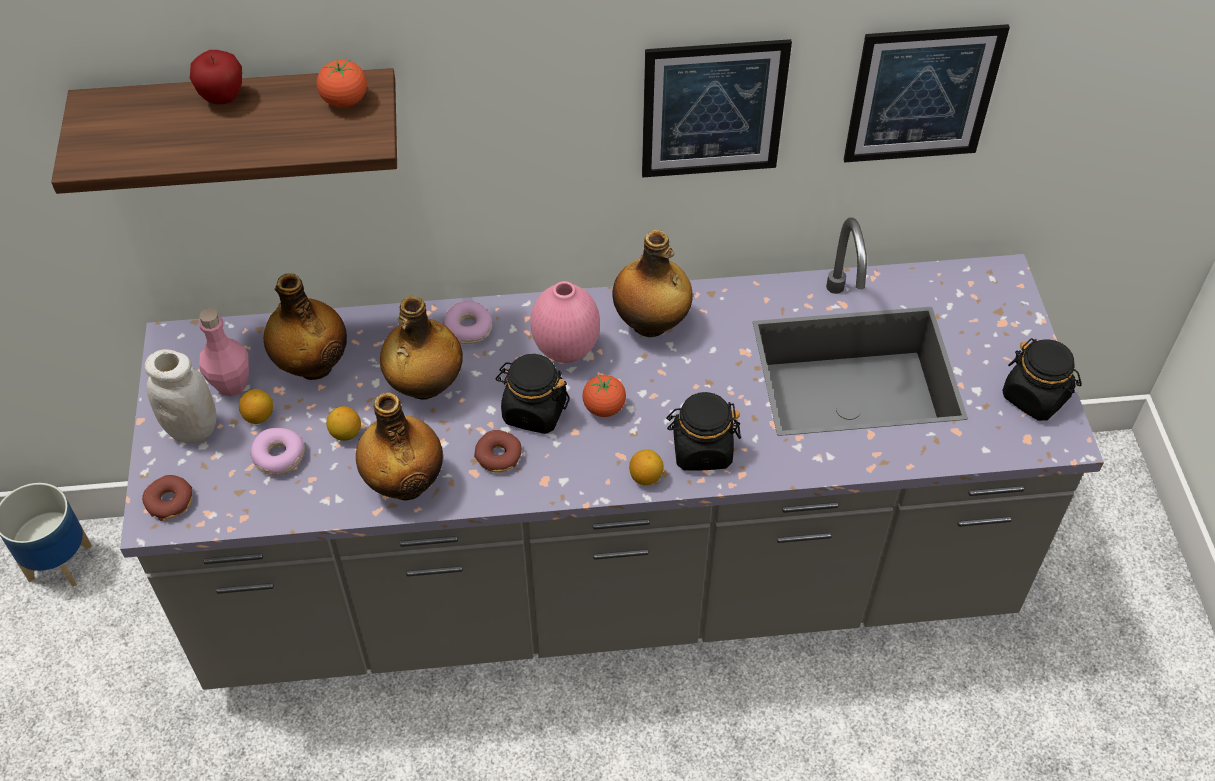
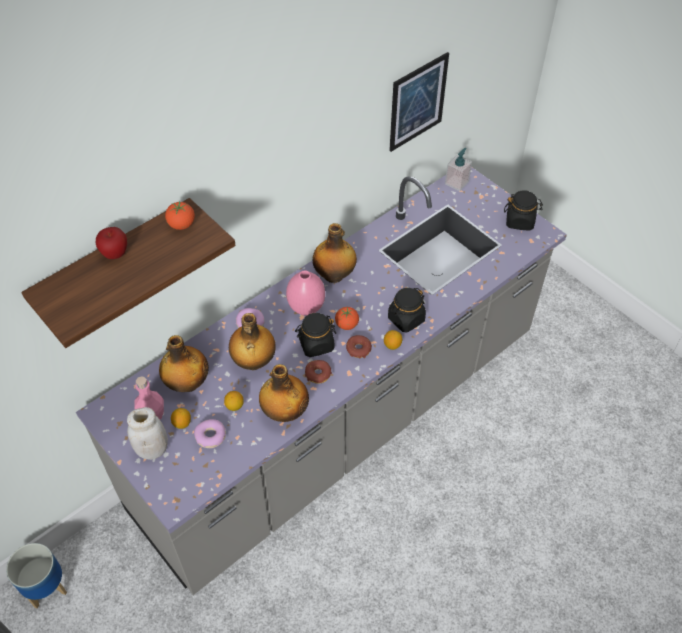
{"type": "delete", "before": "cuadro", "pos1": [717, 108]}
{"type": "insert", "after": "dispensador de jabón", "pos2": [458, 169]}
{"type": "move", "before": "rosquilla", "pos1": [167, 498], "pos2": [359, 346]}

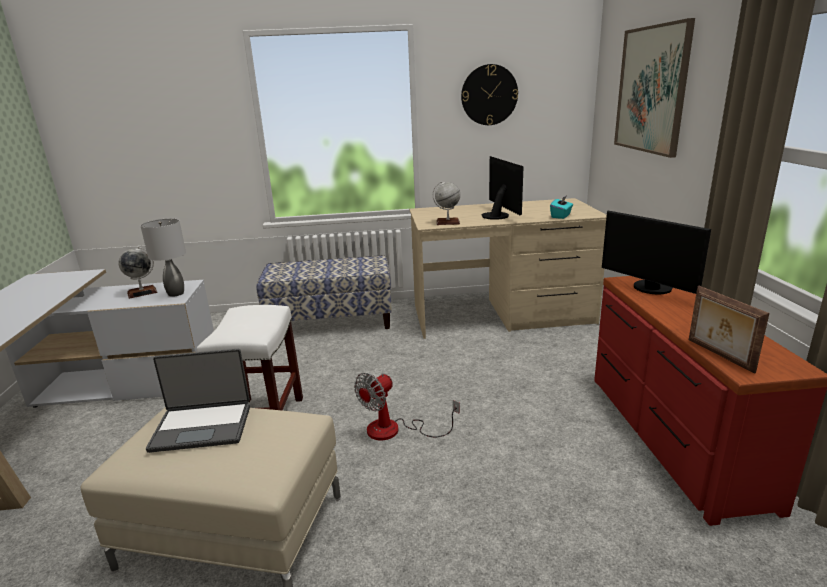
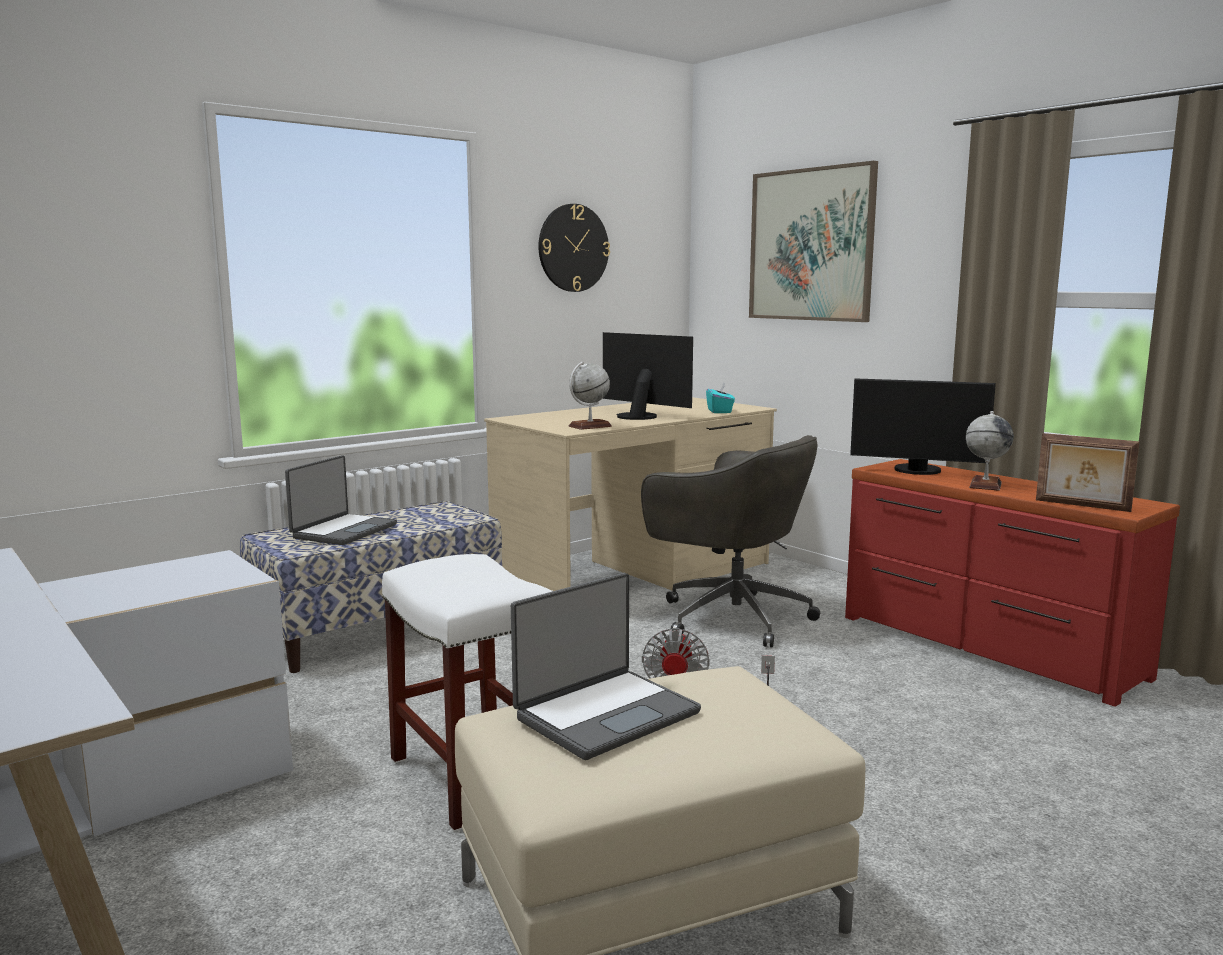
{"type": "delete", "before": "lámpara de mesa (gris)", "pos1": [163, 258]}
{"type": "insert", "after": "portátil", "pos2": [341, 500]}
{"type": "insert", "after": "silla de oficina (gris)", "pos2": [730, 541]}
{"type": "move", "before": "globo terráqueo", "pos1": [138, 273], "pos2": [990, 451]}

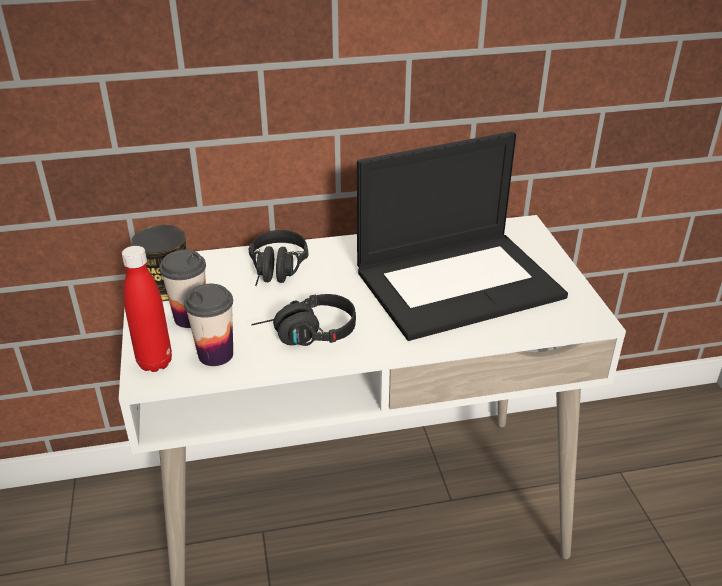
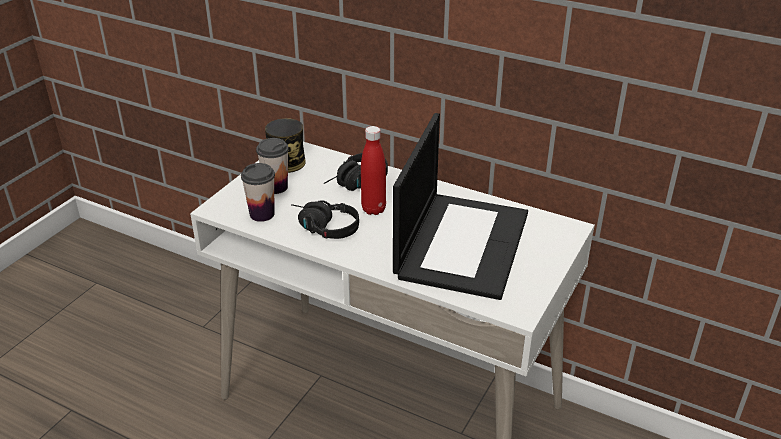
{"type": "move", "before": "botella (rojo)", "pos1": [147, 309], "pos2": [373, 170]}
{"type": "rotate", "before": "portátil", "pos1": [462, 236], "pos2": [460, 206], "turn": -90}

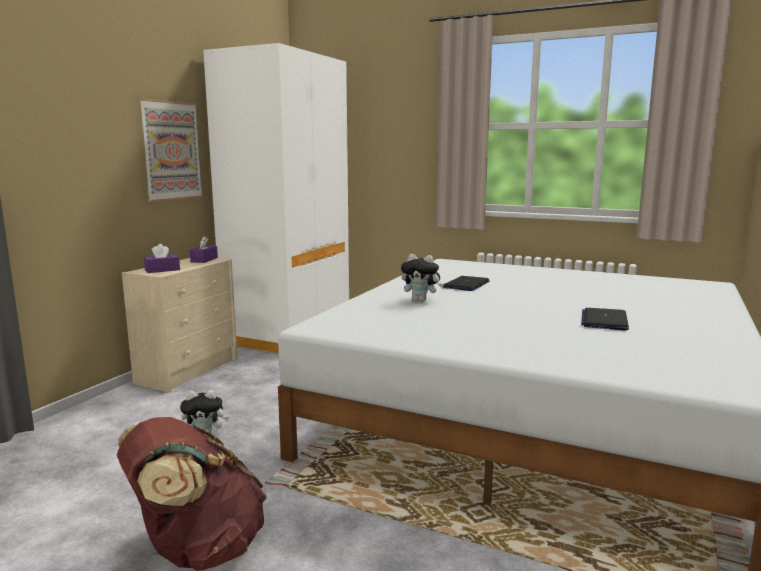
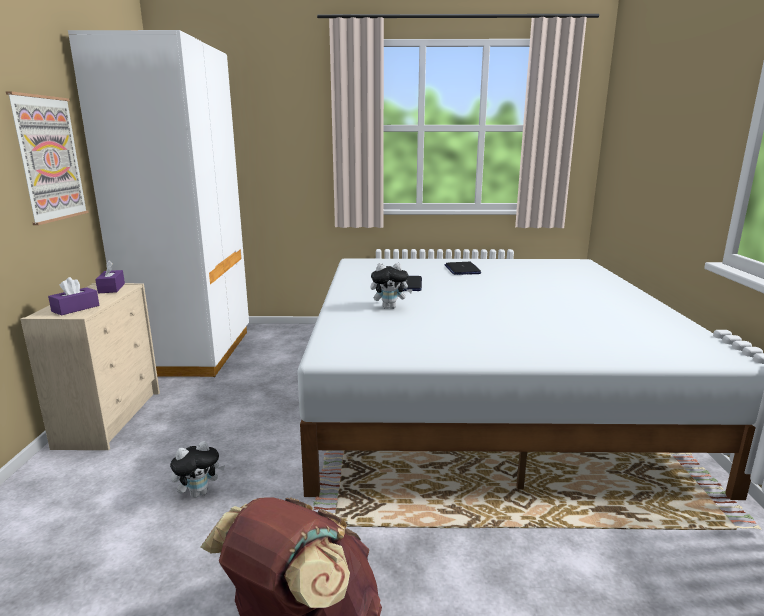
{"type": "move", "before": "portátil", "pos1": [605, 319], "pos2": [462, 268]}

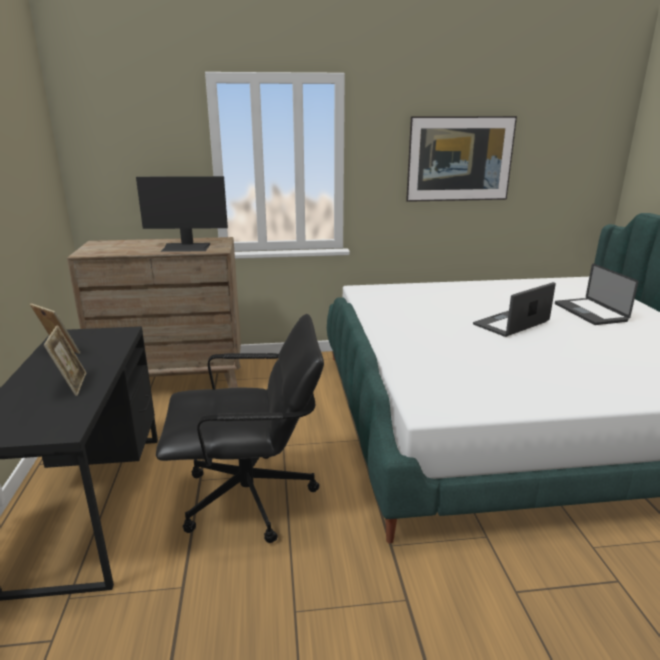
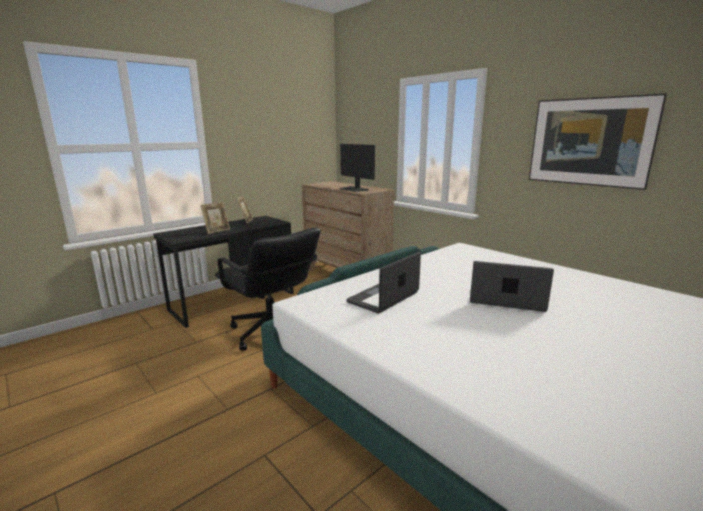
{"type": "move", "before": "portátil", "pos1": [596, 294], "pos2": [384, 282]}

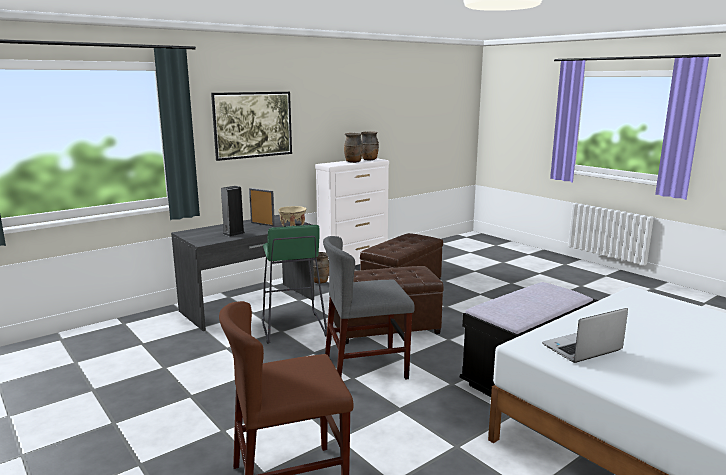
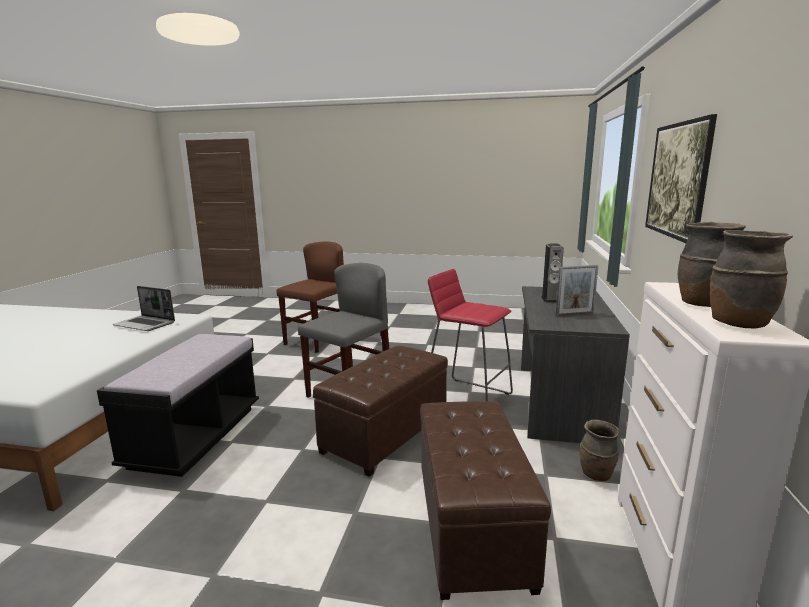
{"type": "delete", "before": "cuenco (beis)", "pos1": [292, 216]}
{"type": "recolor", "before": "taburete (verde)", "after": "taburete (rojo)", "pos1": [294, 284], "pos2": [470, 335]}
{"type": "rotate", "before": "portátil", "pos1": [585, 335], "pos2": [144, 308], "turn": 90}

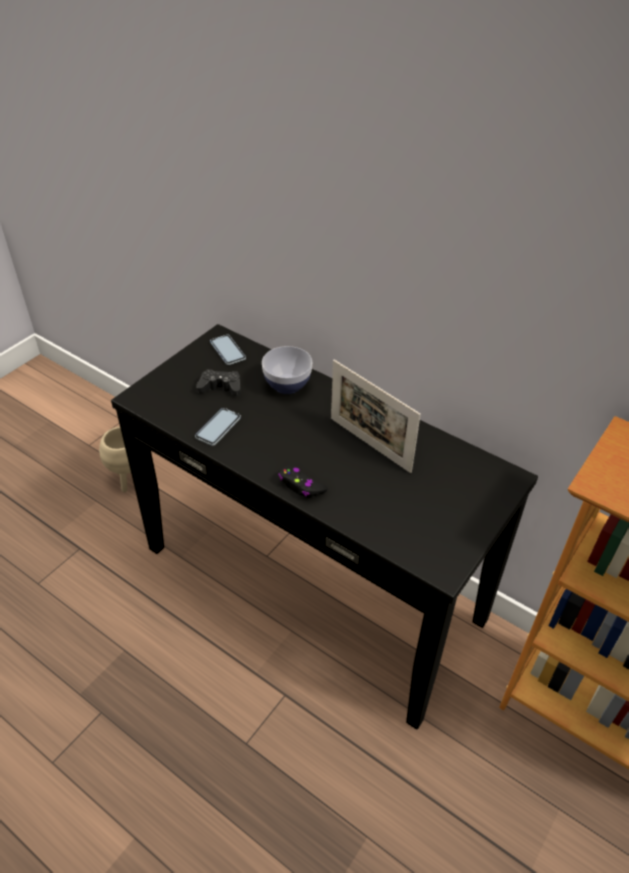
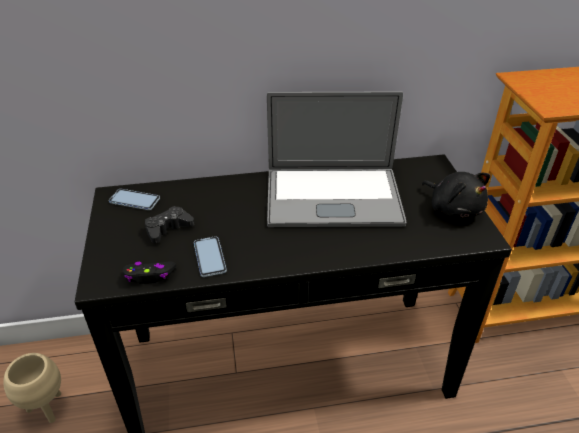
{"type": "delete", "before": "cuenco", "pos1": [287, 370]}
{"type": "insert", "after": "peluche (negro)", "pos2": [456, 195]}
{"type": "move", "before": "mando de consola (negro)", "pos1": [303, 481], "pos2": [149, 272]}
{"type": "replace", "before": "portarretratos", "after": "portátil", "pos1": [376, 416], "pos2": [336, 159]}

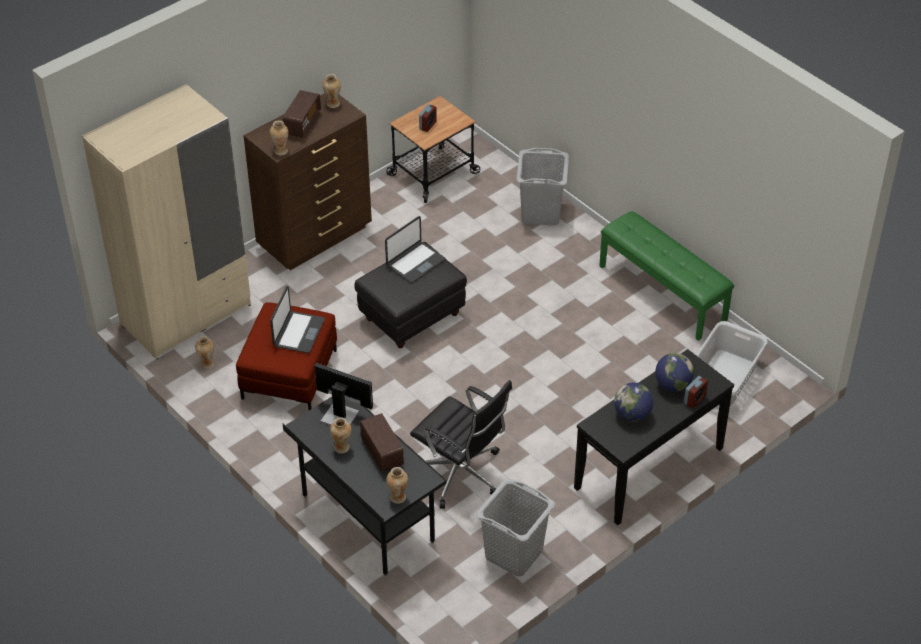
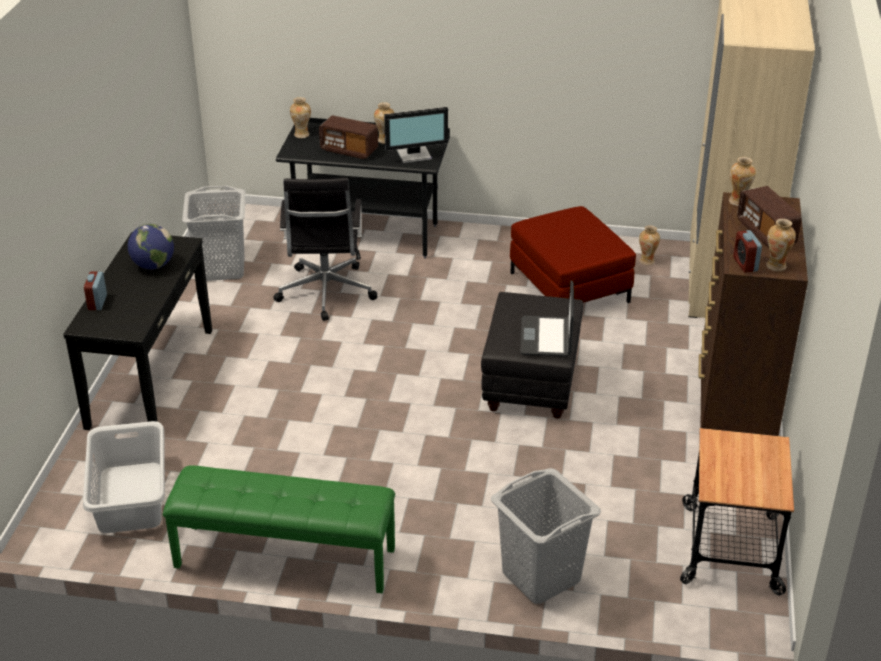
{"type": "delete", "before": "portátil", "pos1": [297, 319]}
{"type": "delete", "before": "globo terráqueo", "pos1": [674, 372]}
{"type": "move", "before": "despertador", "pos1": [428, 118], "pos2": [747, 251]}
{"type": "rotate", "before": "silla de oficina (negro)", "pos1": [461, 444], "pos2": [325, 249], "turn": -90}

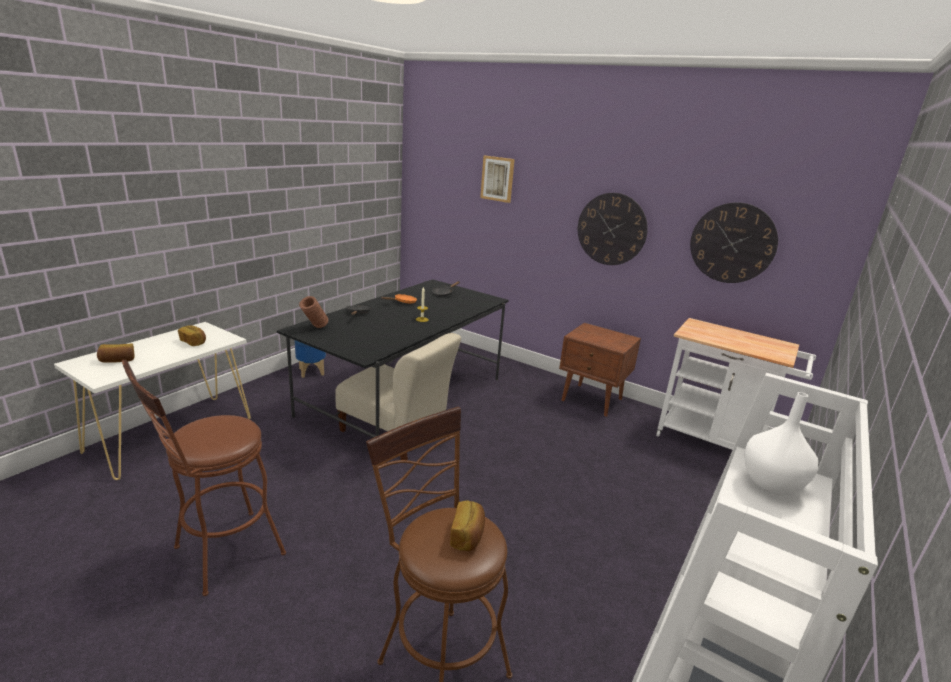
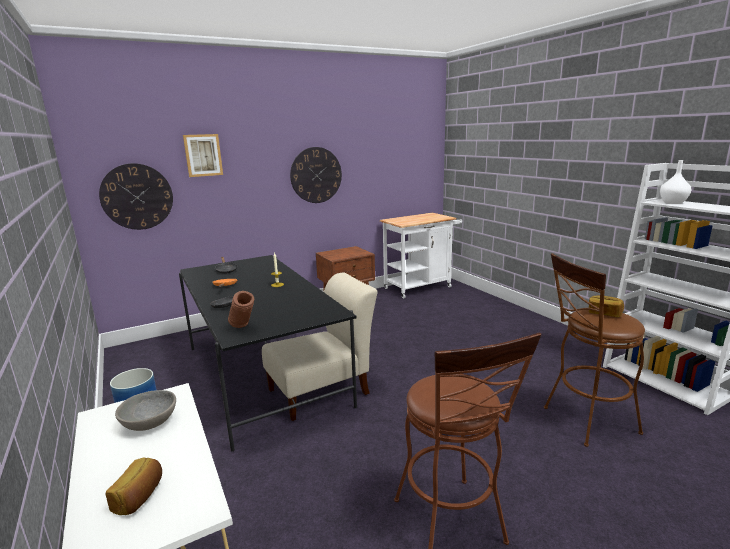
{"type": "move", "before": "reloj de pared", "pos1": [734, 242], "pos2": [136, 196]}
{"type": "replace", "before": "pan", "after": "cuenco (gris)", "pos1": [192, 335], "pos2": [145, 410]}

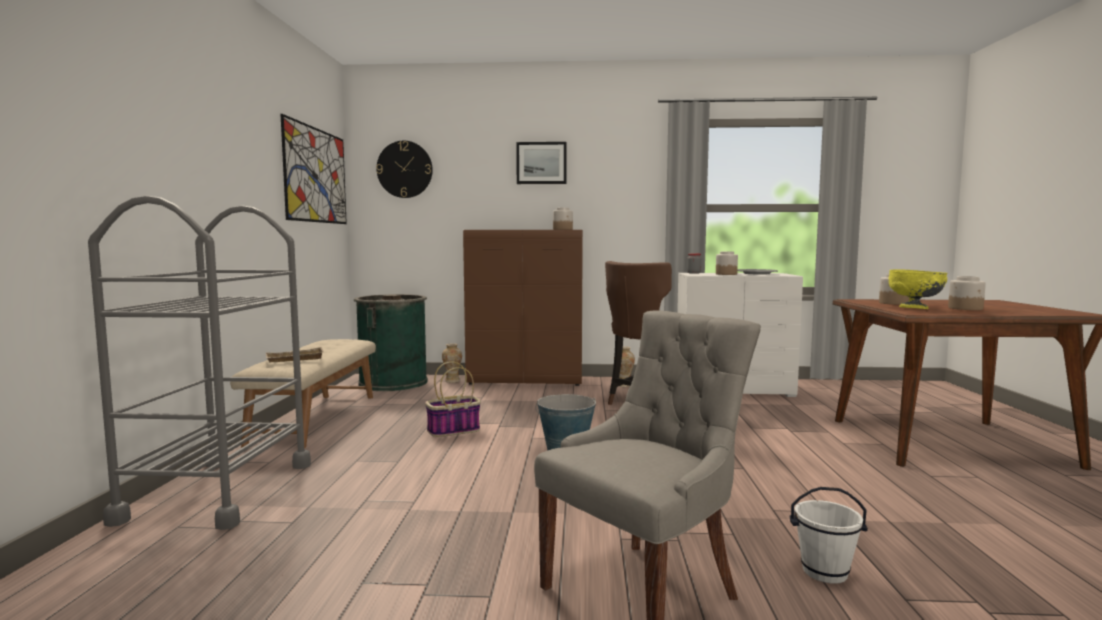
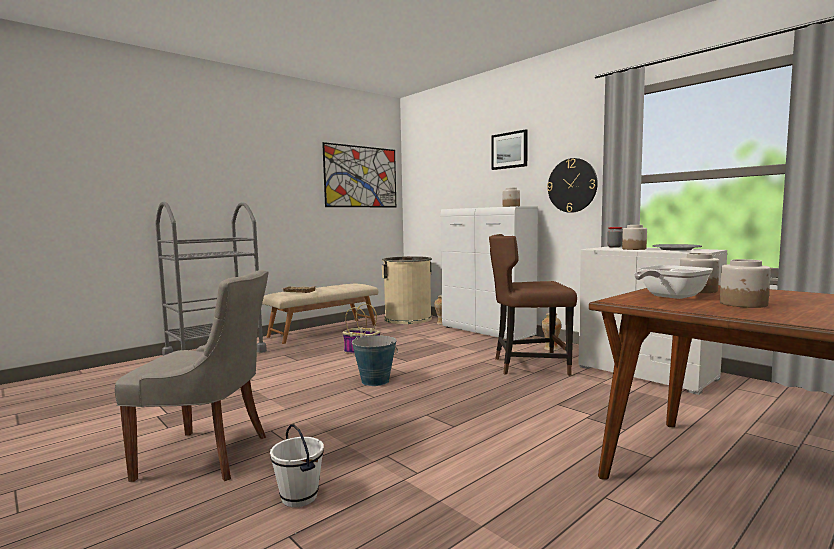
{"type": "move", "before": "reloj de pared", "pos1": [404, 169], "pos2": [572, 185]}
{"type": "replace", "before": "cuenco (amarillo)", "after": "sartén", "pos1": [917, 289], "pos2": [673, 282]}
{"type": "recolor", "before": "papelera (verde)", "after": "papelera (beis)", "pos1": [391, 342], "pos2": [407, 290]}
{"type": "recolor", "before": "armario (marrón)", "after": "armario (blanco)", "pos1": [523, 308], "pos2": [489, 273]}

